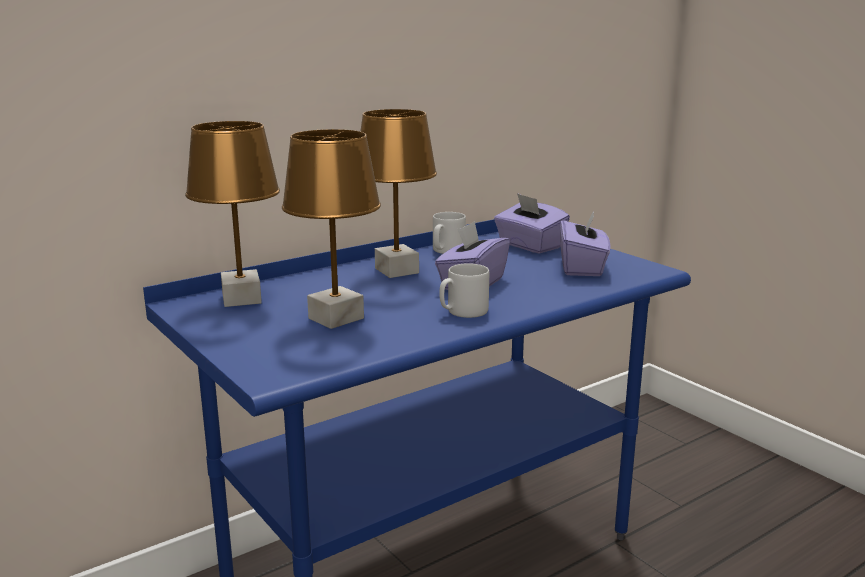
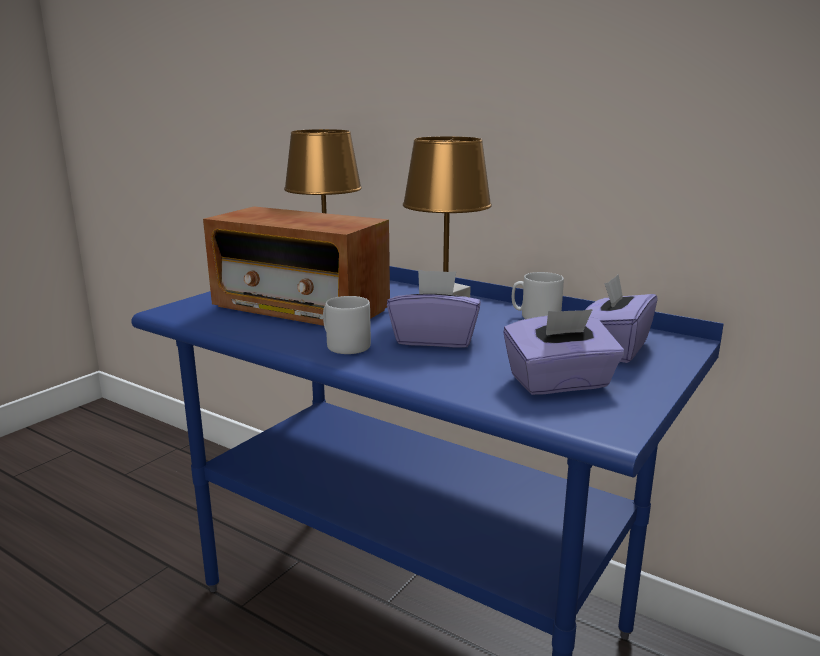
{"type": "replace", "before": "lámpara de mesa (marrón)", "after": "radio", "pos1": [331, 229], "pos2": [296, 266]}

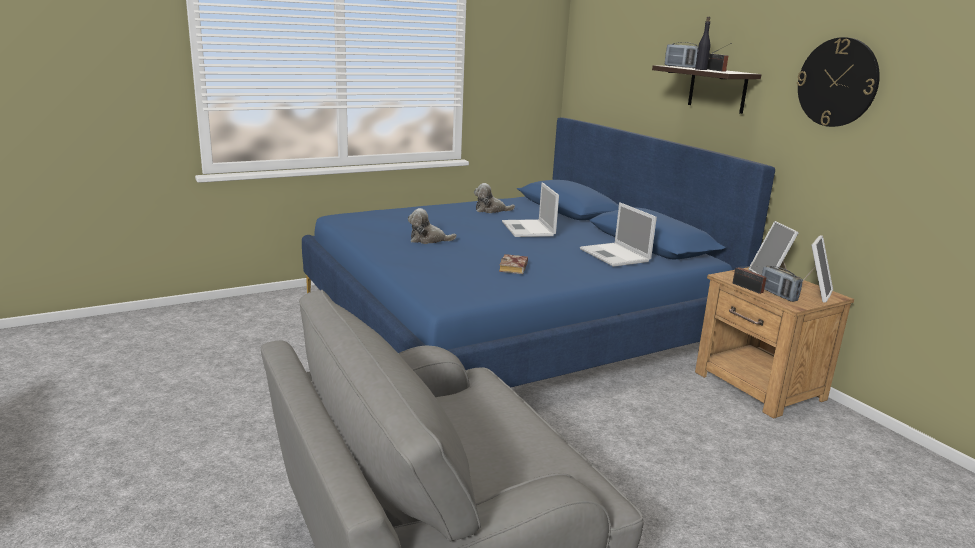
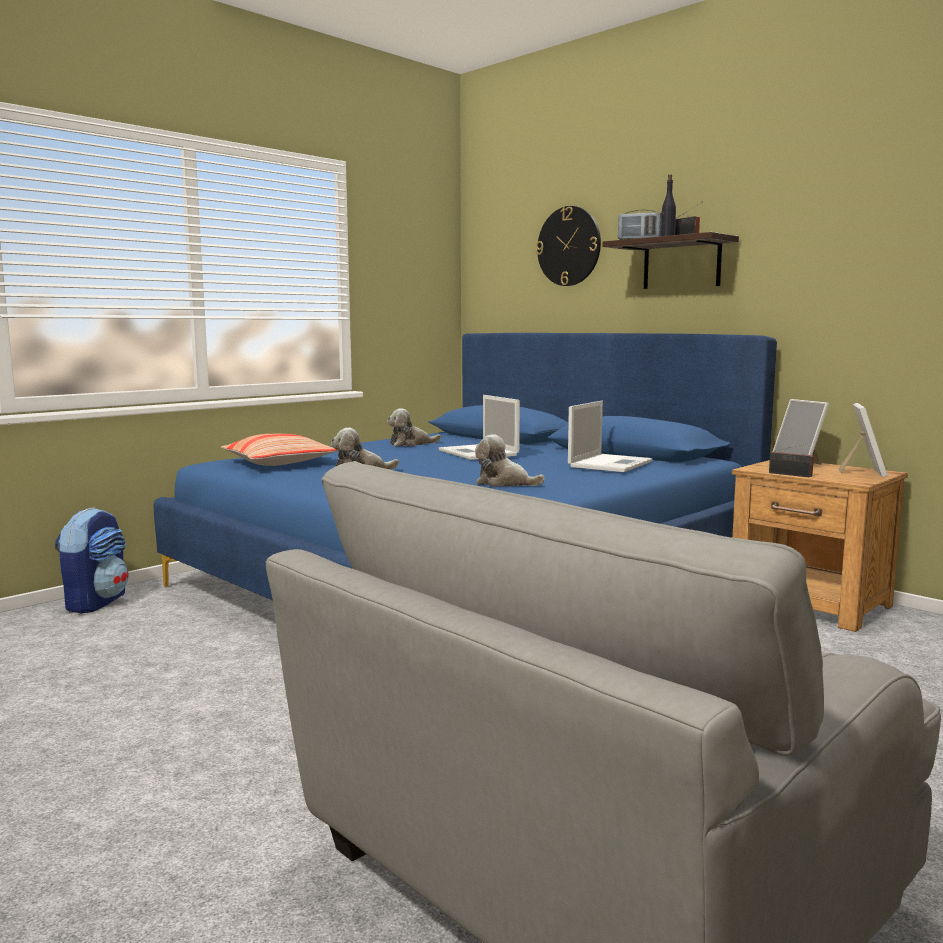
{"type": "delete", "before": "radio", "pos1": [782, 283]}
{"type": "insert", "after": "mochila", "pos2": [91, 560]}
{"type": "insert", "after": "cojín", "pos2": [279, 450]}
{"type": "move", "before": "reloj de pared", "pos1": [838, 82], "pos2": [568, 246]}
{"type": "replace", "before": "libro", "after": "peluche", "pos1": [513, 264], "pos2": [510, 460]}
{"type": "rotate", "before": "portátil", "pos1": [618, 234], "pos2": [610, 436], "turn": -105}

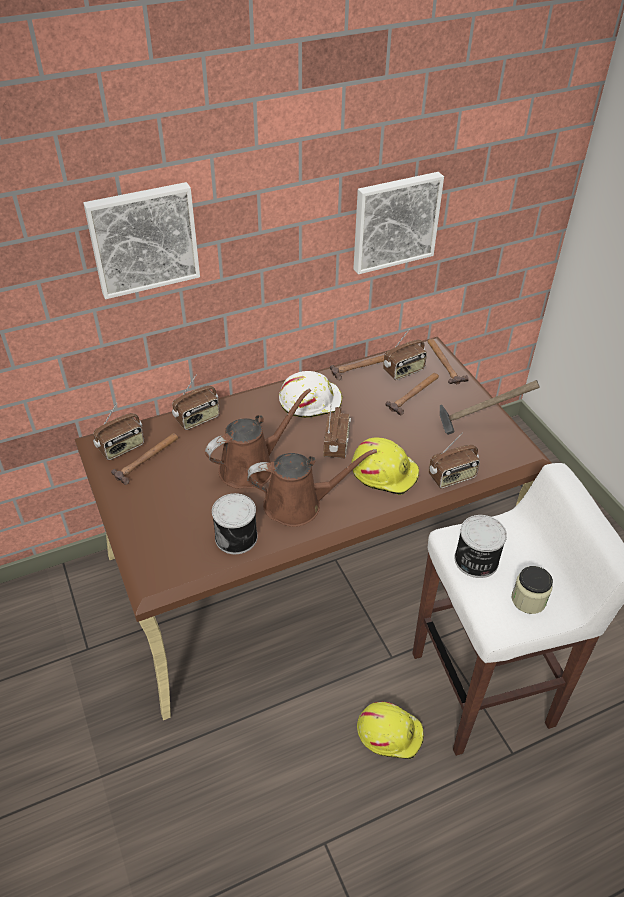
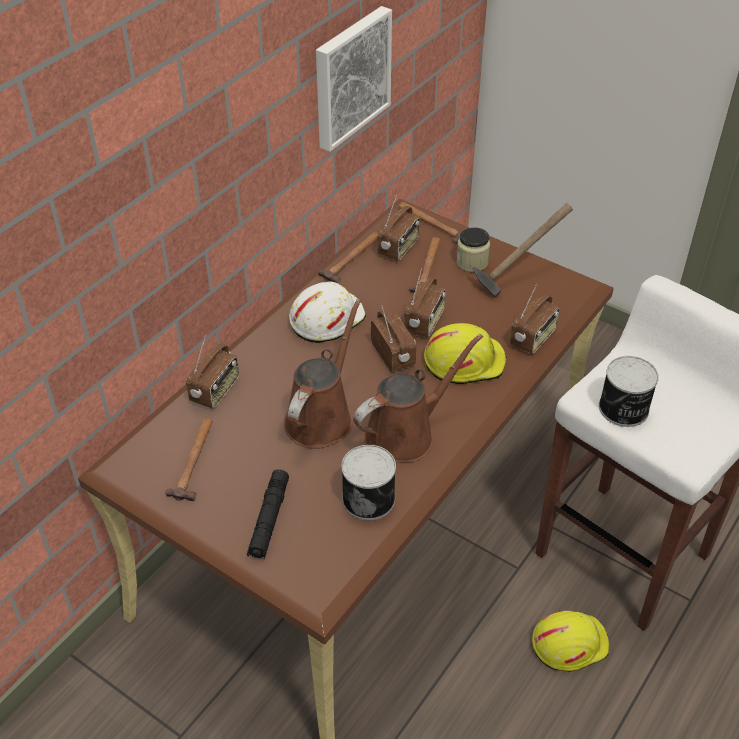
{"type": "delete", "before": "cuadro", "pos1": [141, 240]}
{"type": "insert", "after": "linterna (negro)", "pos2": [268, 514]}
{"type": "move", "before": "radio", "pos1": [118, 431], "pos2": [425, 303]}
{"type": "move", "before": "tarro", "pos1": [532, 590], "pos2": [473, 249]}

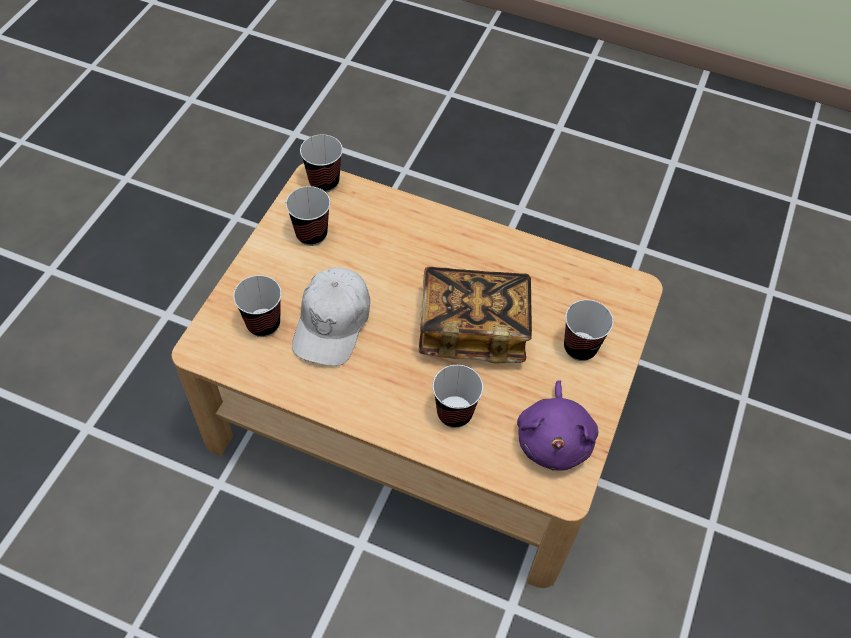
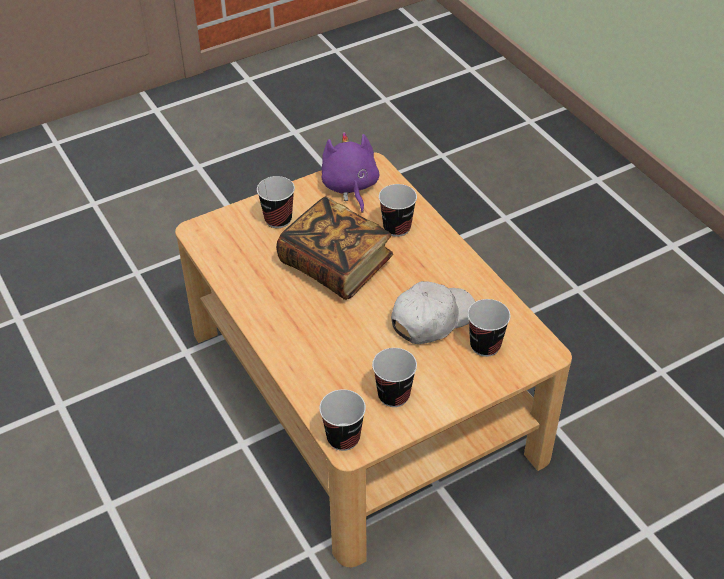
{"type": "rotate", "before": "peluche (morado)", "pos1": [557, 425], "pos2": [350, 172], "turn": -60}

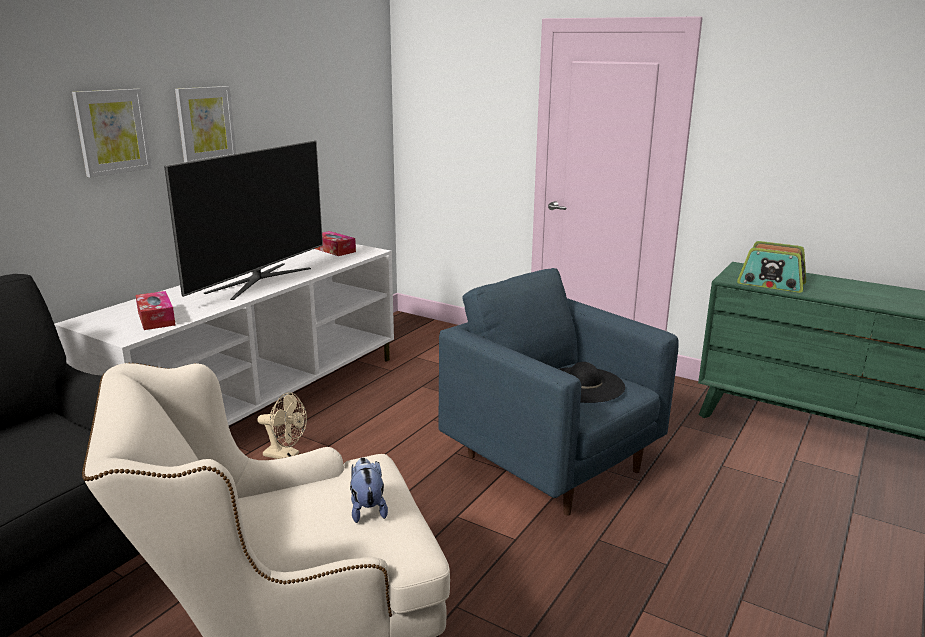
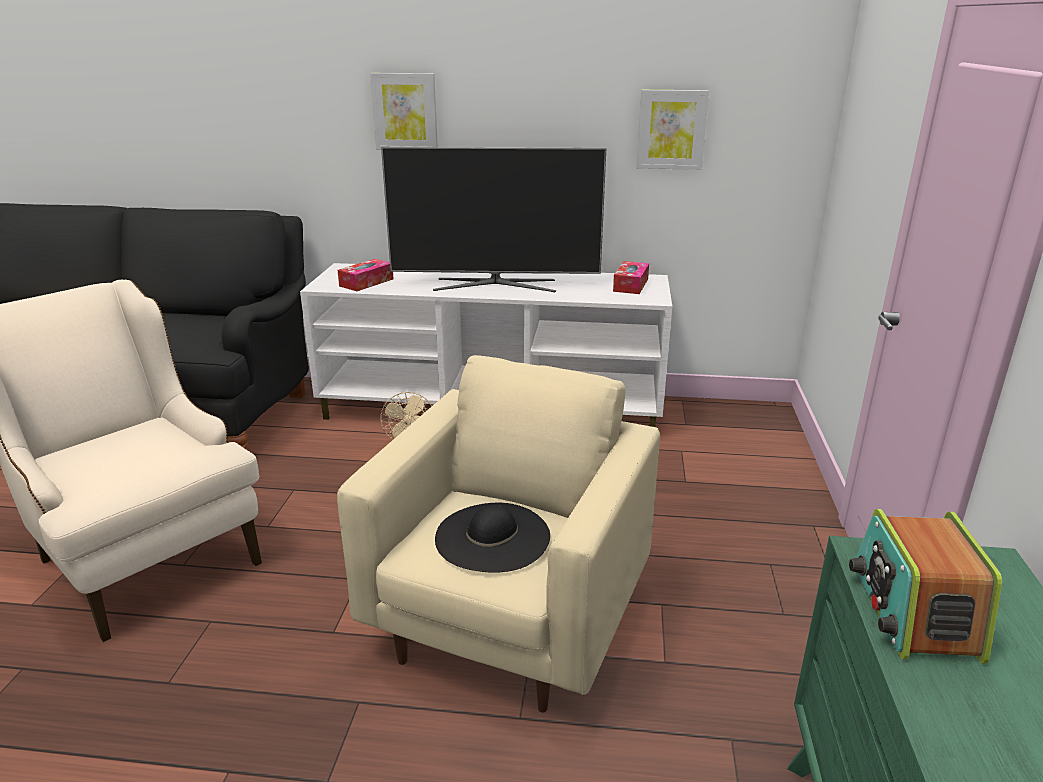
{"type": "delete", "before": "peluche", "pos1": [369, 490]}
{"type": "move", "before": "cuadro", "pos1": [205, 124], "pos2": [673, 130]}
{"type": "recolor", "before": "sillón (azul)", "after": "sillón (beis)", "pos1": [559, 392], "pos2": [498, 534]}

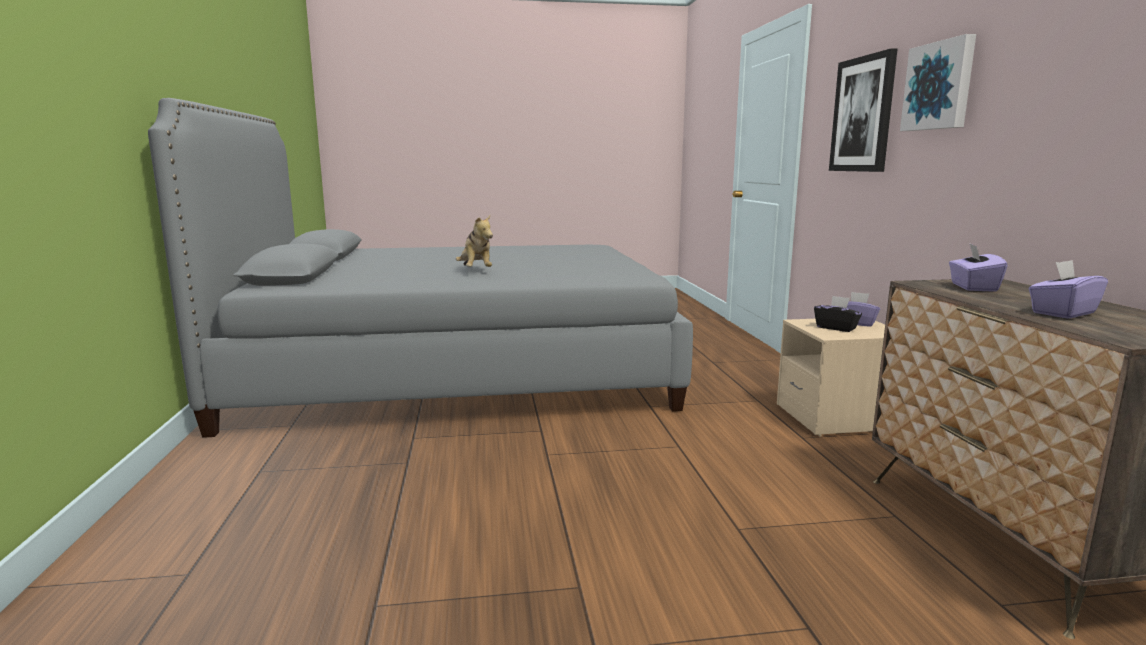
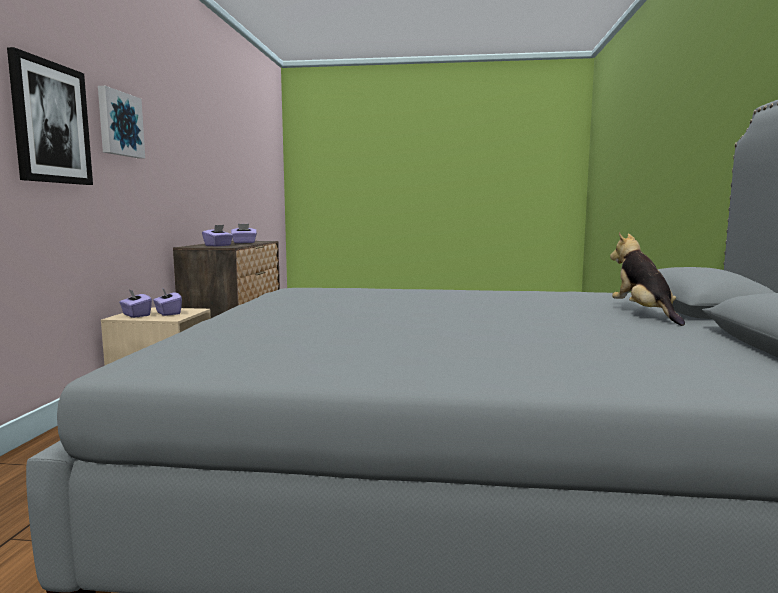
{"type": "move", "before": "peluche", "pos1": [474, 241], "pos2": [647, 279]}
{"type": "recolor", "before": "caja de pañuelos (negro)", "after": "caja de pañuelos (morado)", "pos1": [838, 314], "pos2": [167, 302]}

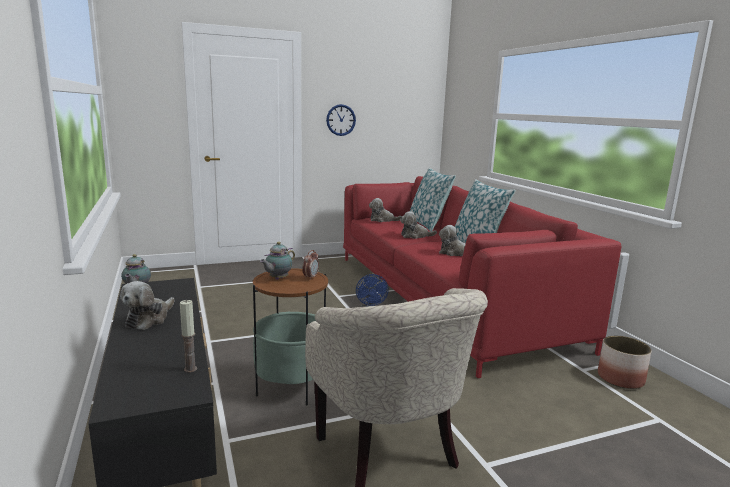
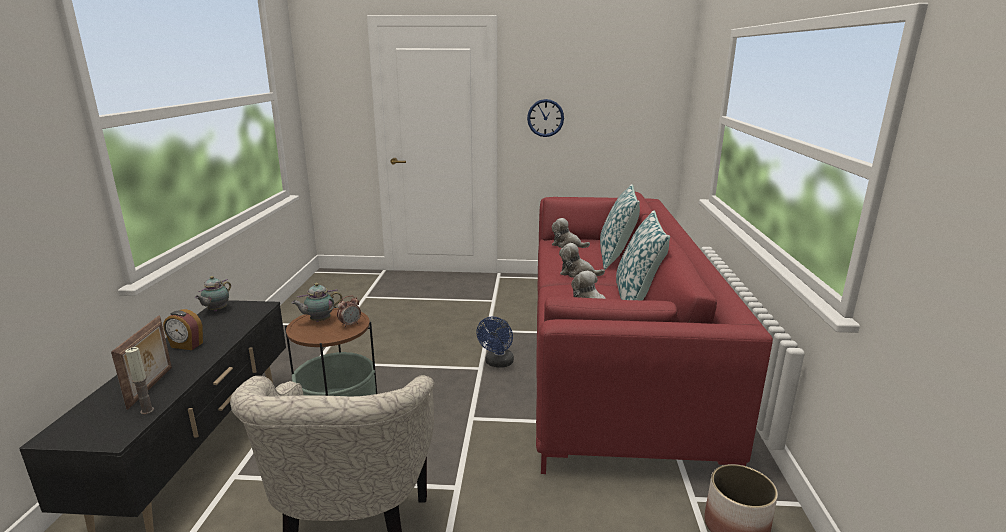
{"type": "insert", "after": "portarretratos", "pos2": [141, 362]}
{"type": "replace", "before": "peluche", "after": "despertador", "pos1": [147, 305], "pos2": [183, 329]}

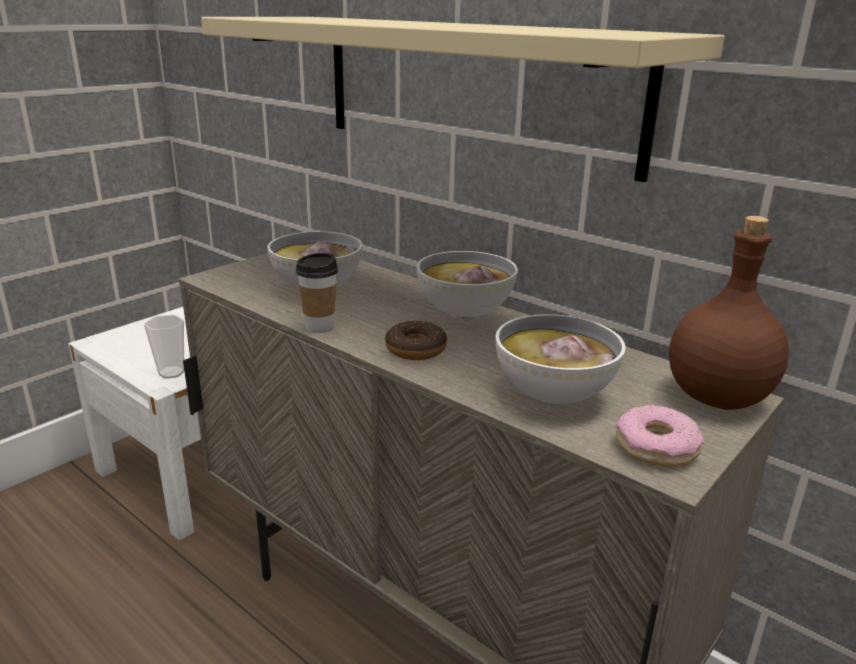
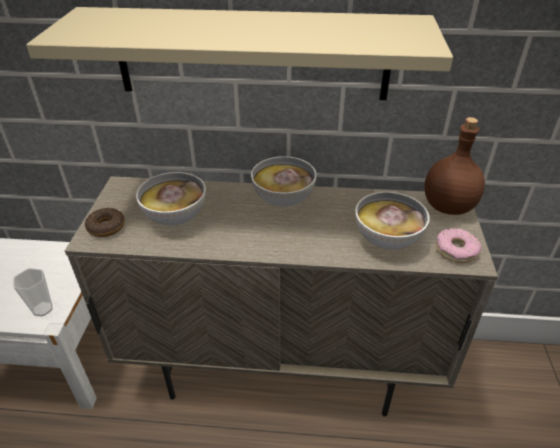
{"type": "delete", "before": "taza", "pos1": [317, 293]}
{"type": "move", "before": "rosquilla", "pos1": [416, 340], "pos2": [105, 222]}

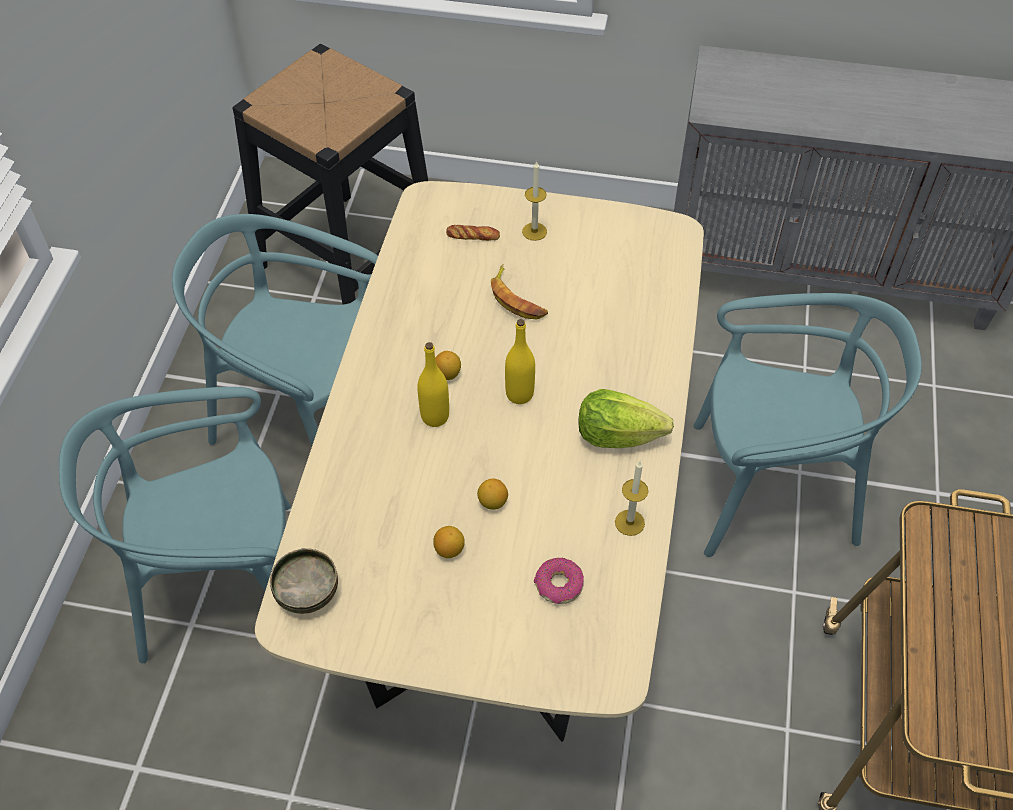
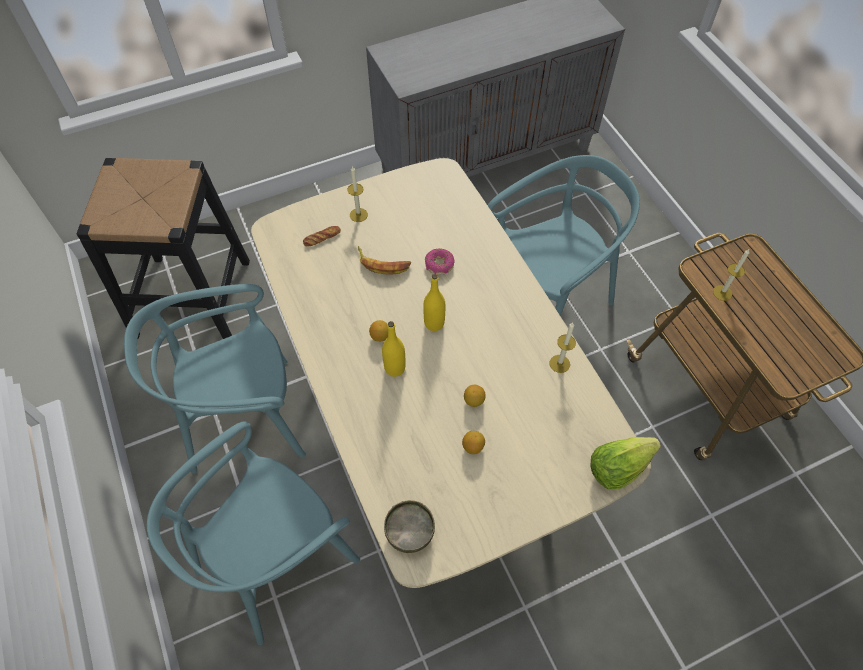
{"type": "insert", "after": "vela", "pos2": [731, 275]}
{"type": "move", "before": "rosquilla", "pos1": [559, 581], "pos2": [440, 261]}
{"type": "move", "before": "lechuga", "pos1": [626, 418], "pos2": [626, 463]}

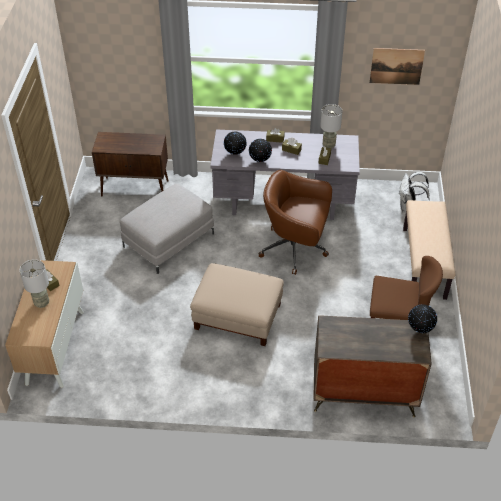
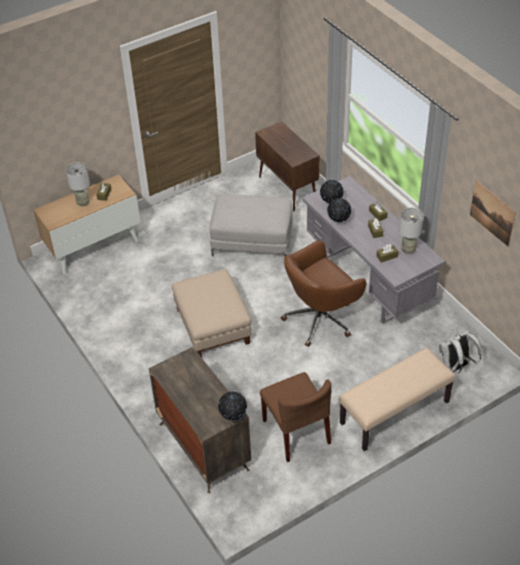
{"type": "rotate", "before": "silla de oficina (marrón)", "pos1": [295, 222], "pos2": [323, 293], "turn": -105}

